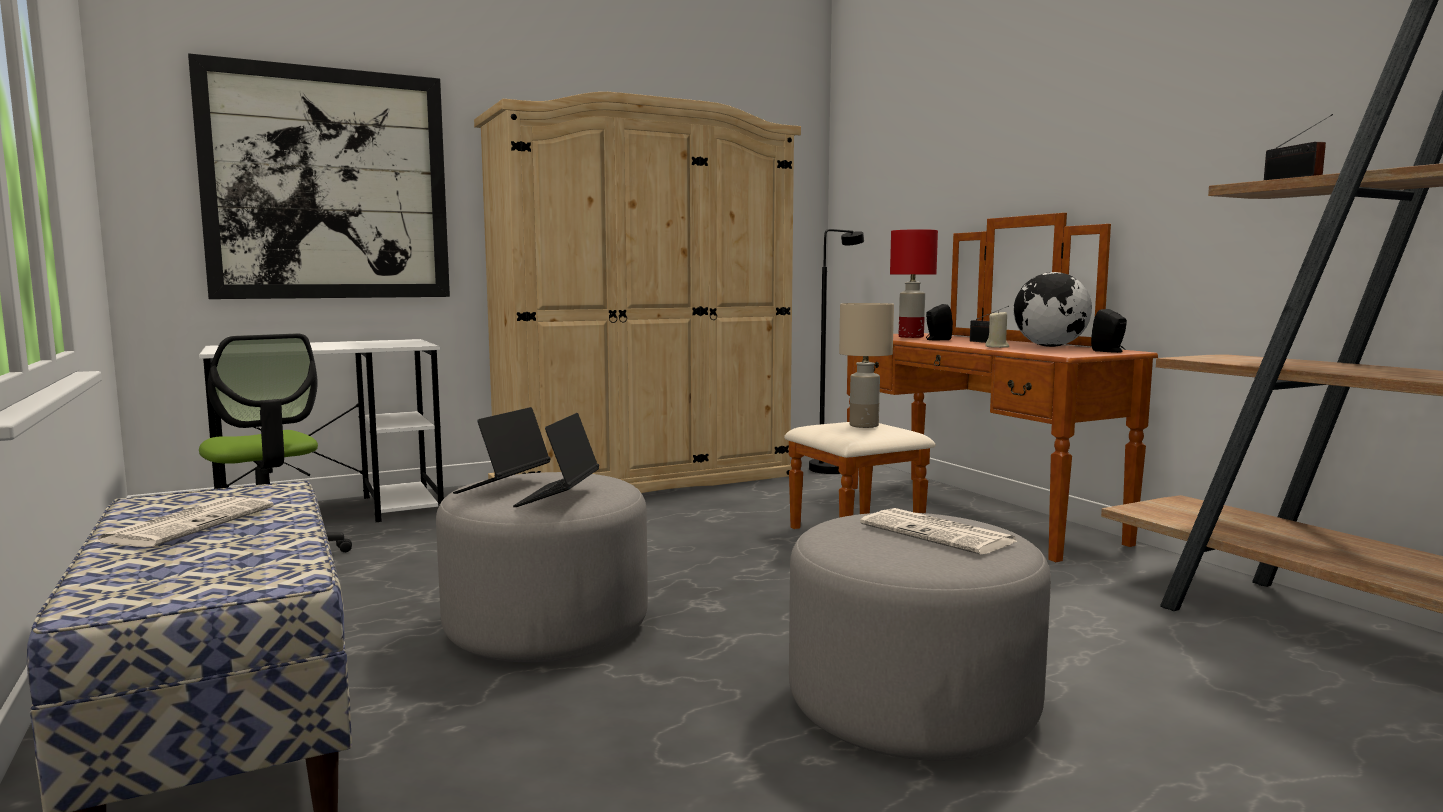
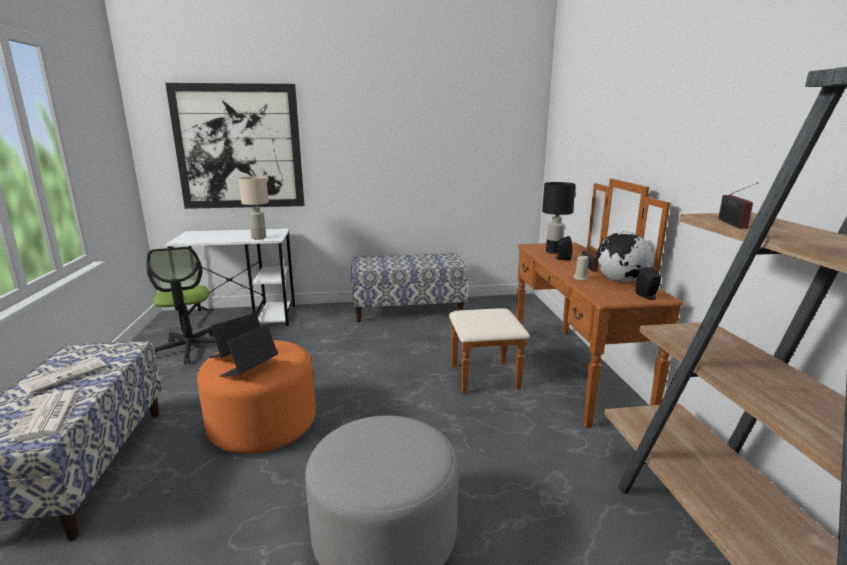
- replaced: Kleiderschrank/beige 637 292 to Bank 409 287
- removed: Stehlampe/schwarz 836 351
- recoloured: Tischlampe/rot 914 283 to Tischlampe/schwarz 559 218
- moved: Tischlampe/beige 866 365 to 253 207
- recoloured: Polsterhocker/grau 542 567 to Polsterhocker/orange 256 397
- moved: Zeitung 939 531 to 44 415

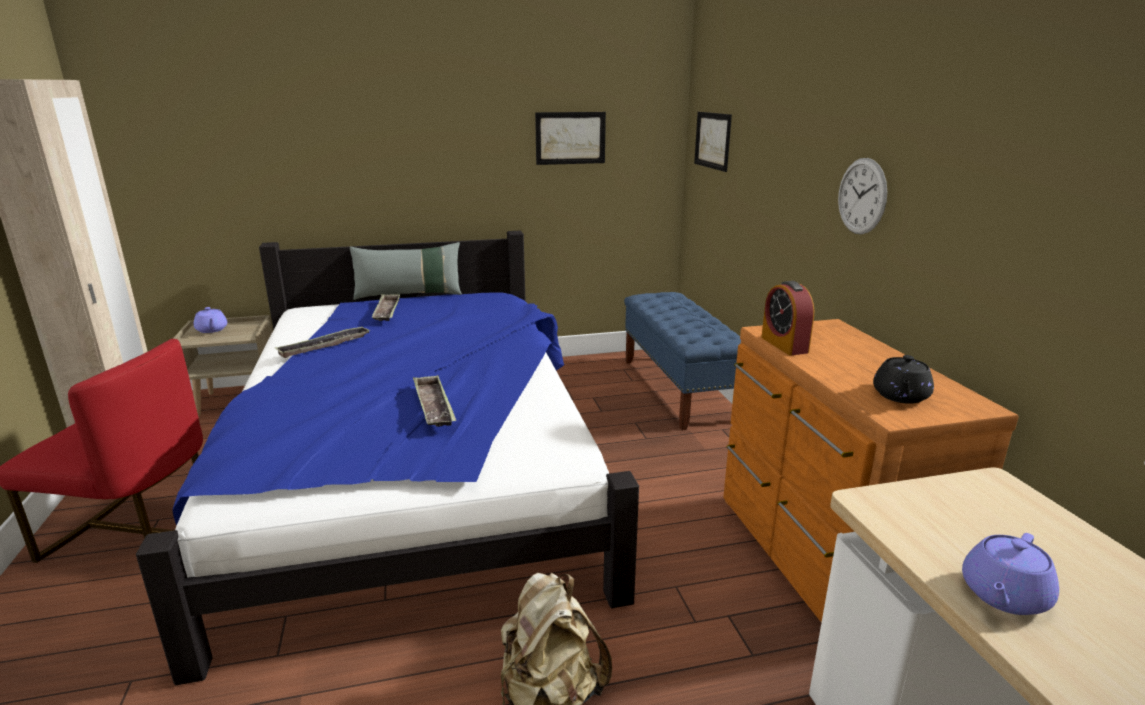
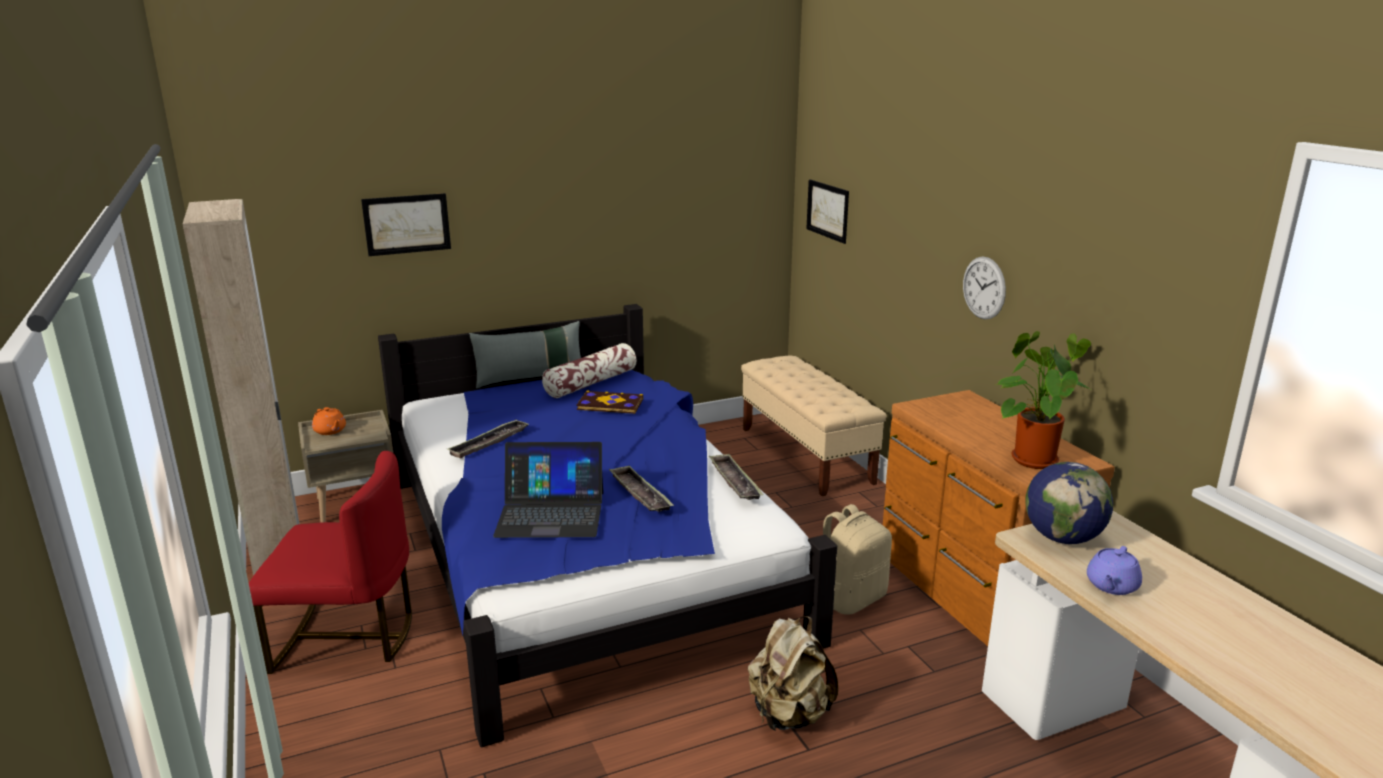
- moved: Bild 570 138 to 406 224
- removed: Wecker 787 318
- recoloured: Bank/blau 682 361 to Bank/beige 814 425
- moved: Tablett 386 307 to 736 477
- recoloured: Teekanne/lila 210 320 to Teekanne/orange 329 421
- replaced: Teekanne/schwarz 903 379 to Topfpflanze 1044 400
- added: Kissen 589 370
- added: Buch 610 402
- added: Laptop 548 490
- added: Globus 1069 503
- added: Rucksack/beige 857 559

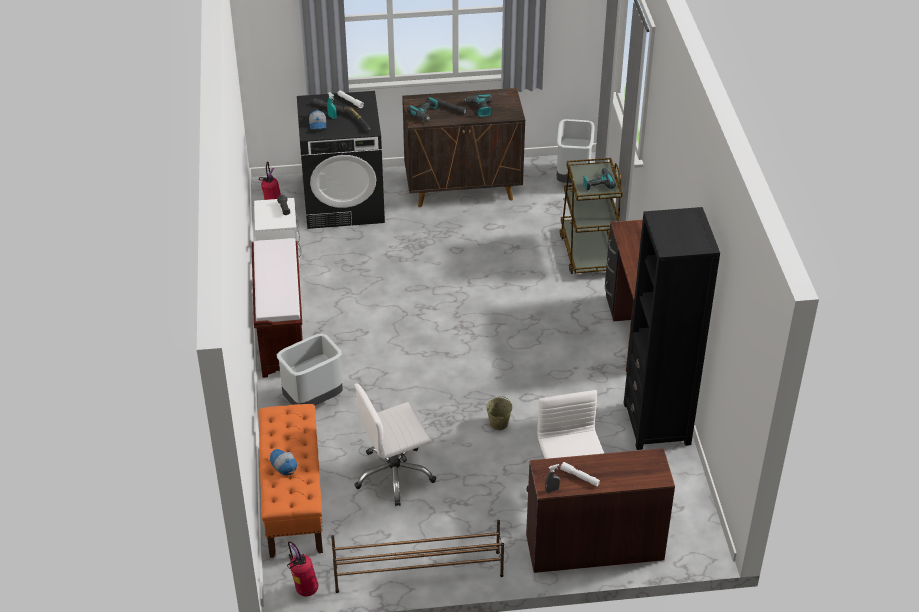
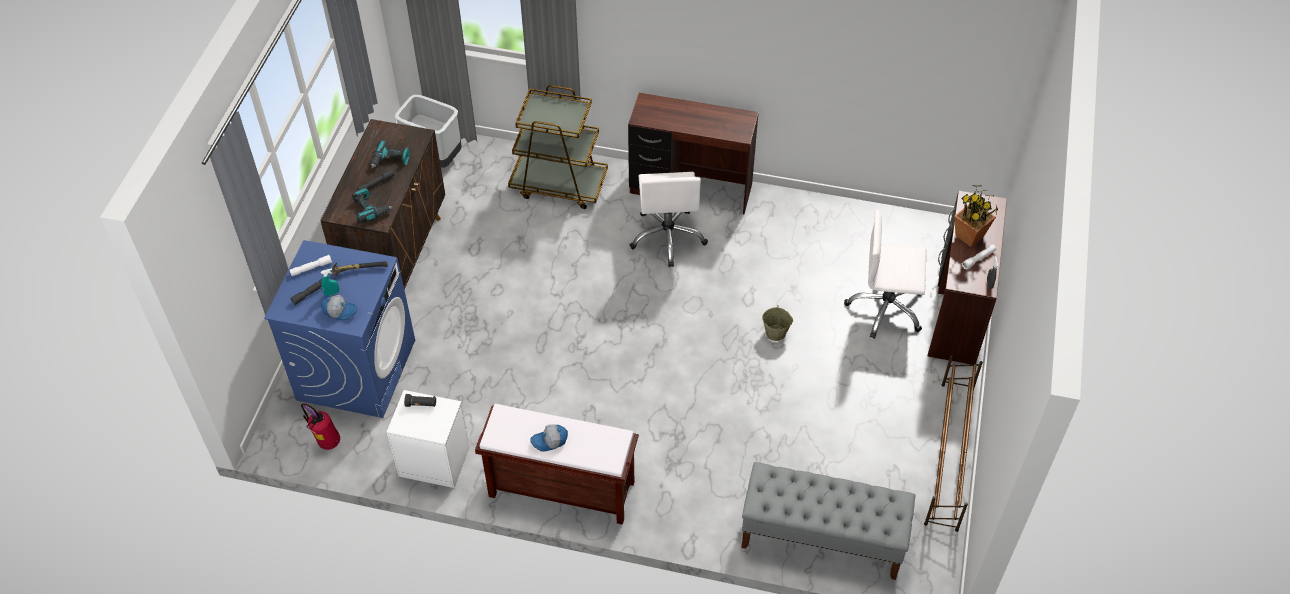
- recoloured: Waschmaschine/schwarz 341 160 to Waschmaschine/blau 339 329
- removed: Bohrmaschine 599 179
- removed: Bücherregal/schwarz 672 328
- removed: Mülleimer/grau 309 369
- moved: Bürostuhl/weiß 395 445 to 669 219
- recoloured: Bank/orange 291 481 to Bank/grau 828 521
- moved: Kappe 283 462 to 549 438
- removed: Feuerlöscher 303 568
- added: Topfpflanze 976 216

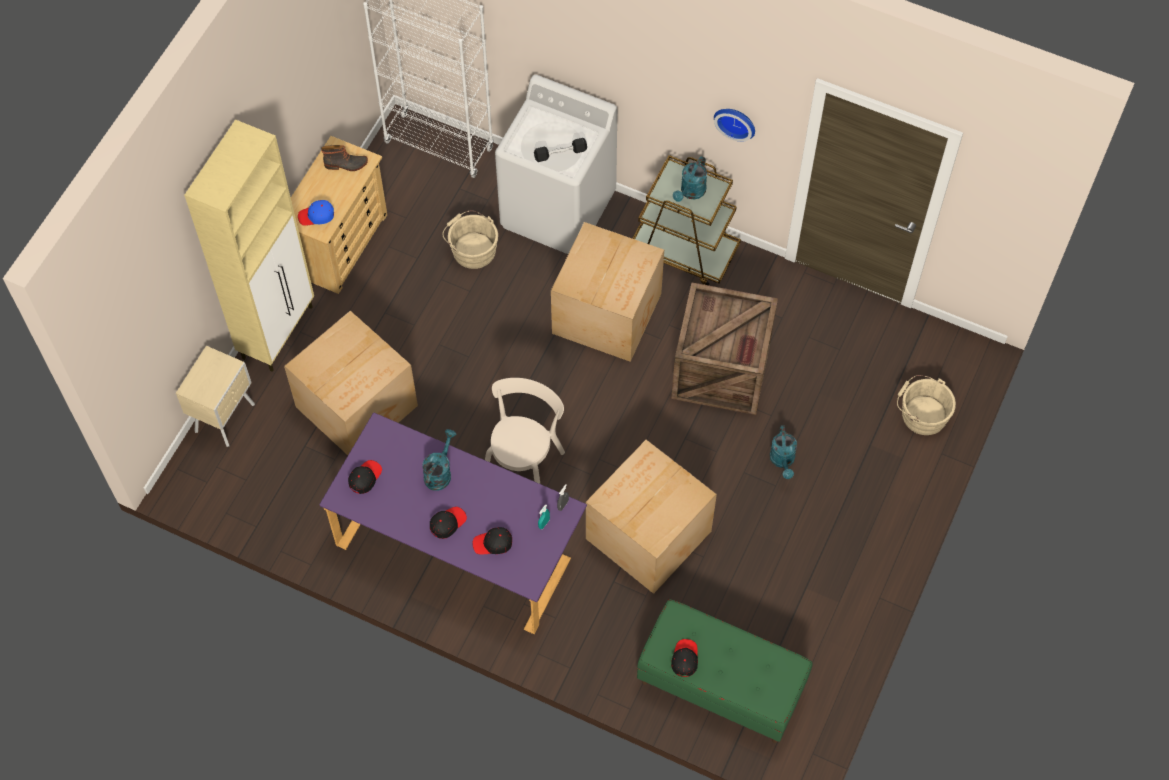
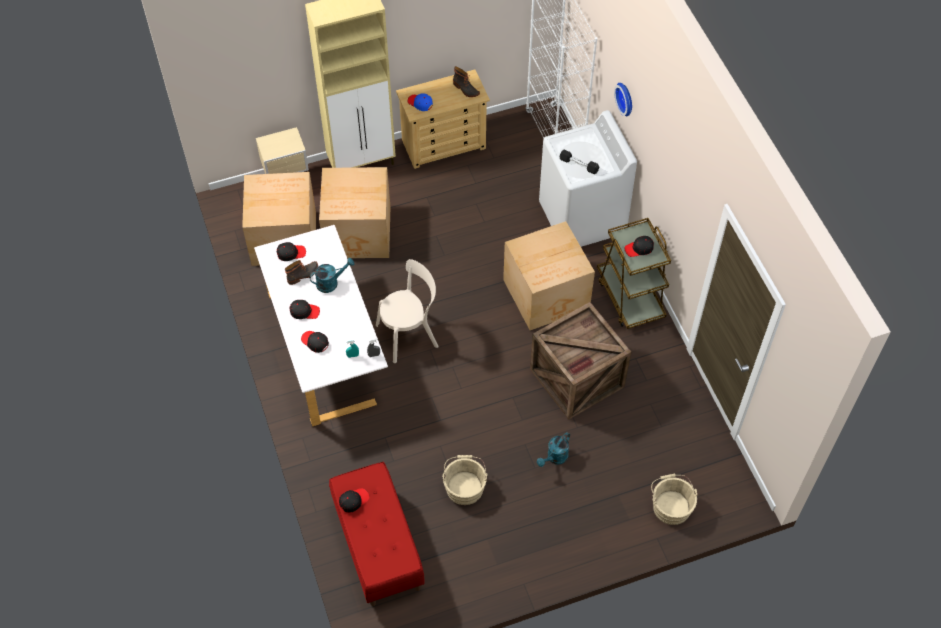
- moved: Wanduhr 734 125 to 623 99
- replaced: Gießkanne/türkis 690 179 to Kappe/schwarz 639 246
- moved: Eimer/beige 470 239 to 465 480
- recoloured: Schreibtisch/lila 453 523 to Schreibtisch/weiß 321 325
- moved: Karton 651 516 to 279 219
- recoloured: Bank/grün 725 671 to Bank/rot 377 534
- added: Stiefel 301 272

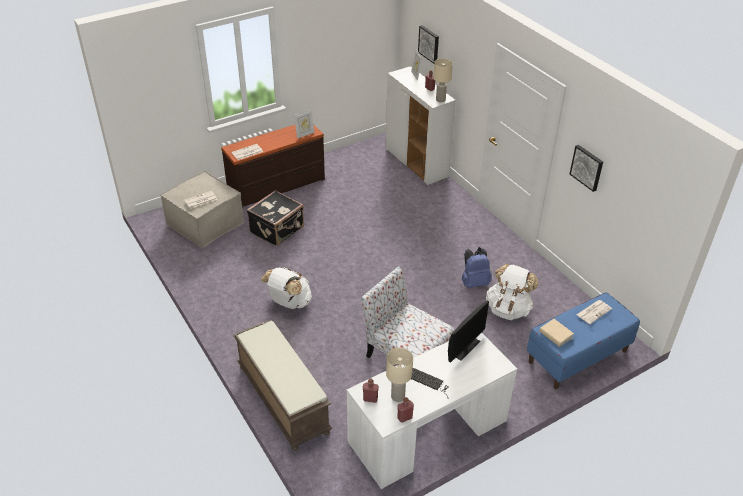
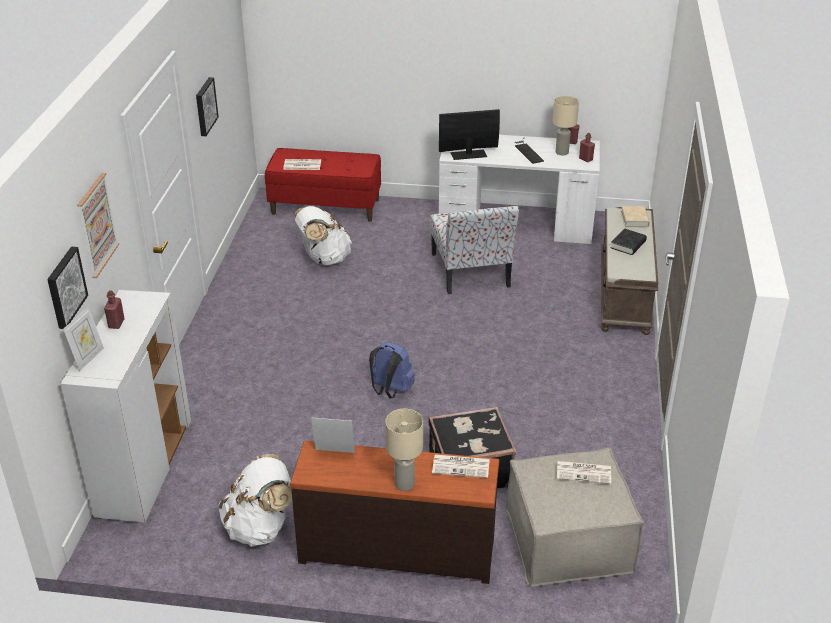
- moved: Tischlampe/beige 443 80 to 404 450
- moved: Rucksack/blau 477 267 to 392 370
- moved: Rucksack/weiß 286 288 to 255 500
- recoloured: Bank/blau 583 341 to Bank/rot 323 185
- moved: Buch/beige 556 333 to 635 216
- added: Bild 98 225
- added: Buch/schwarz 629 241

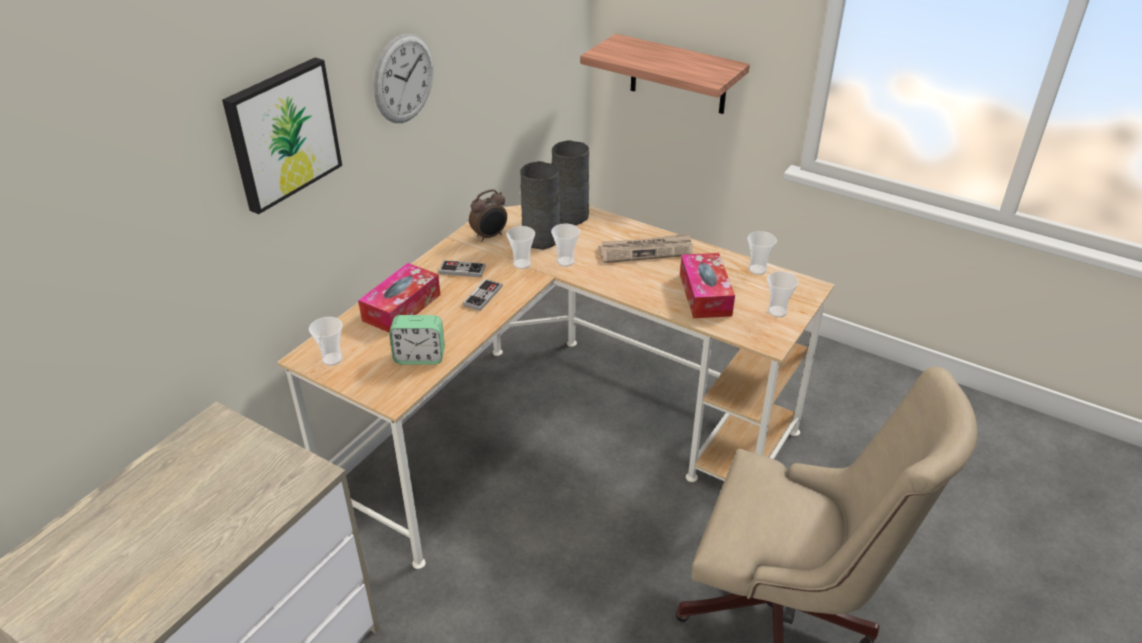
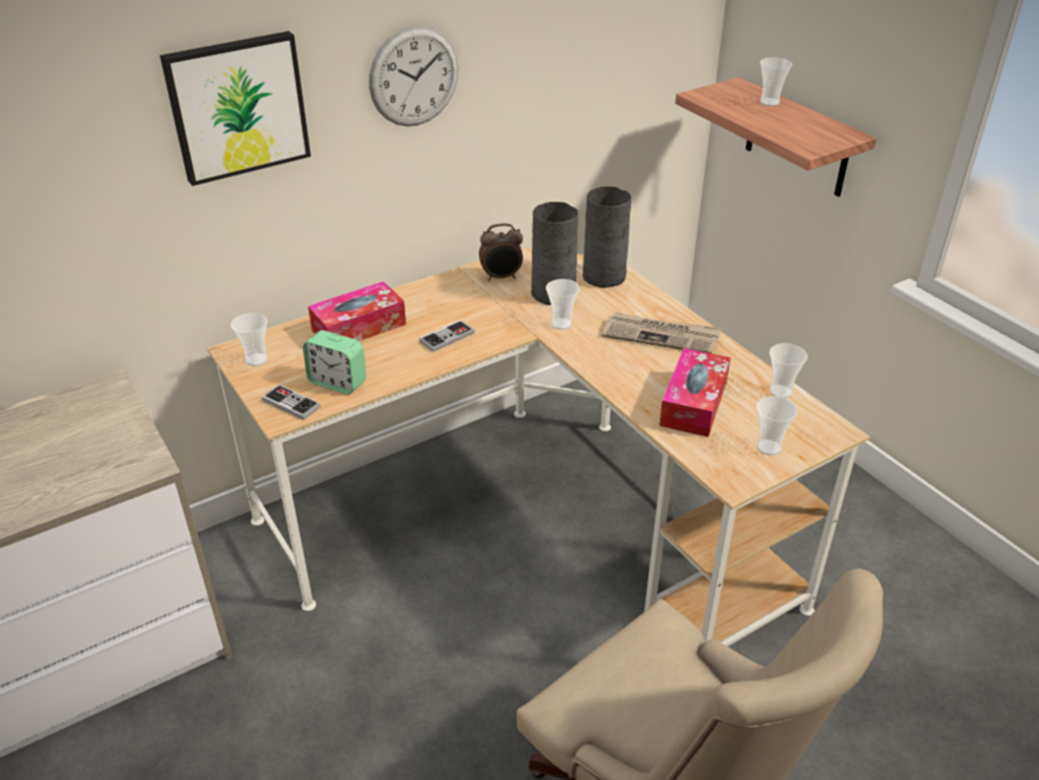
- moved: Tasse 520 247 to 776 81
- moved: Gamepad 462 268 to 291 402

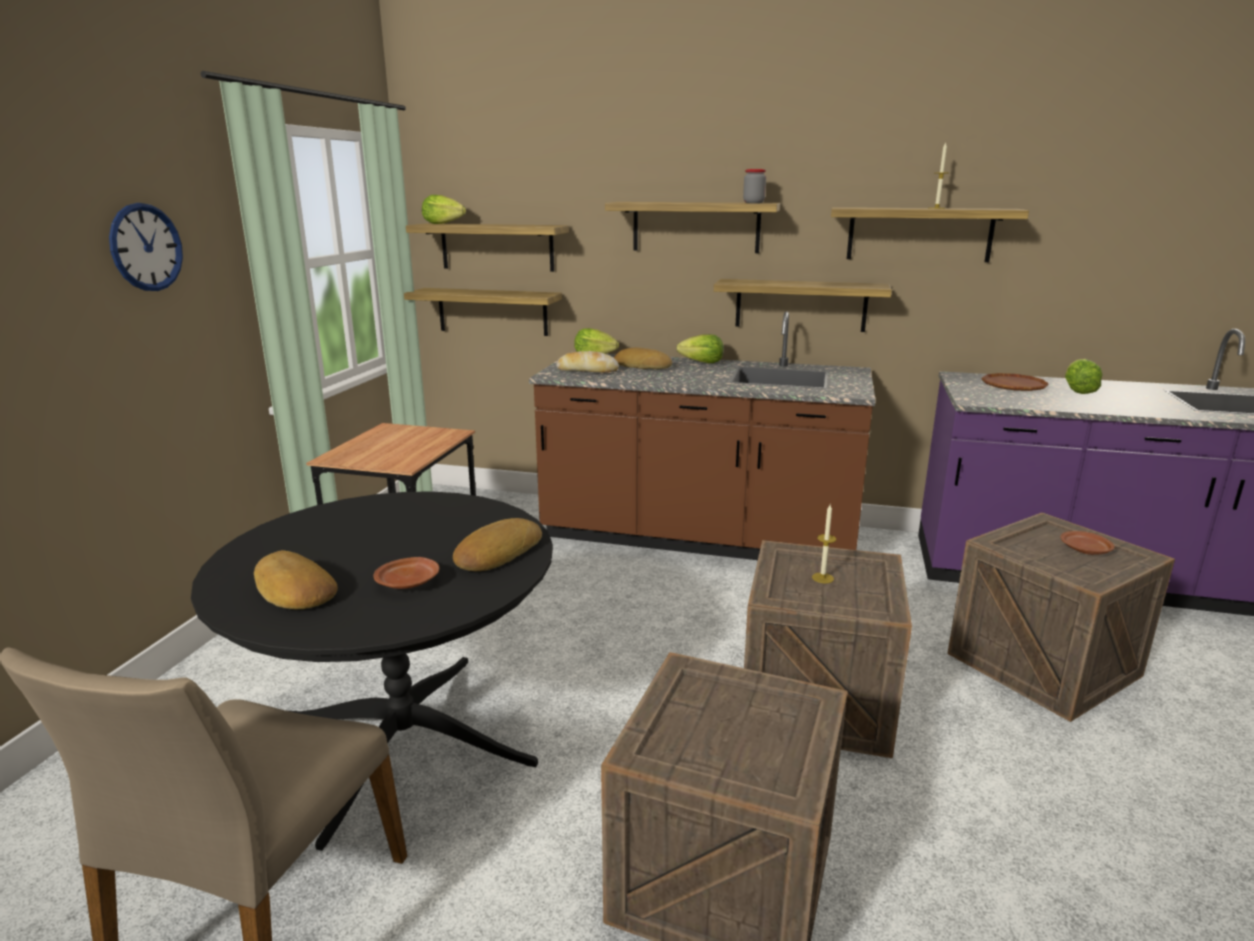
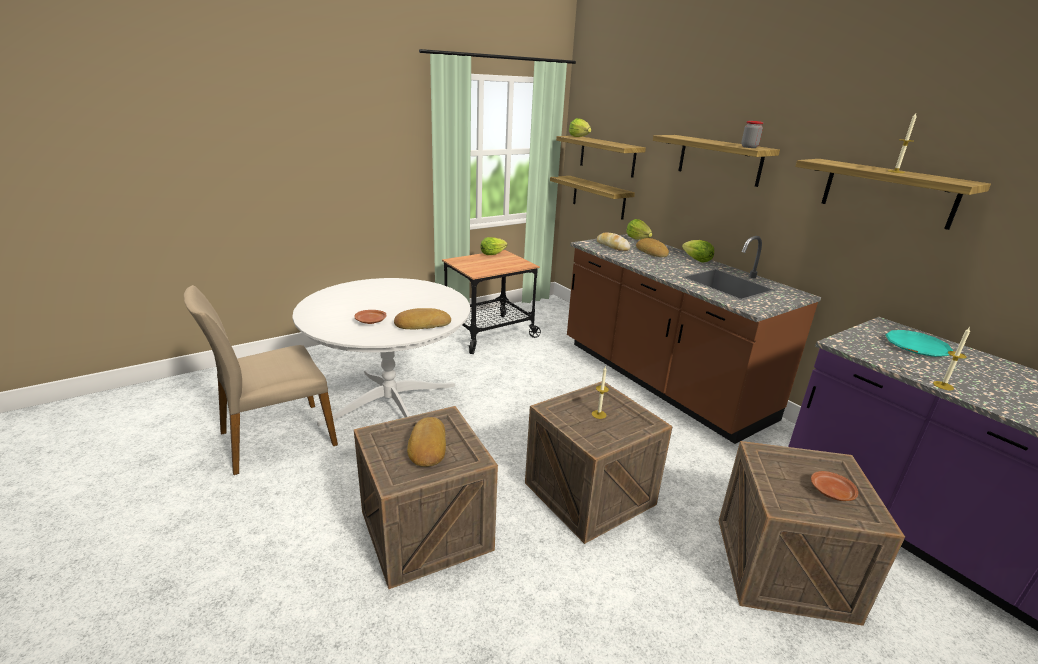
- removed: Wanduhr 146 247
- removed: Wandregal 803 305
- moved: Salatkopf 1084 376 to 494 246
- recoloured: Teller/braun 1015 382 to Teller/türkis 919 343
- recoloured: Esstisch/schwarz 372 671 to Esstisch/weiß 381 352
- moved: Brot 296 579 to 426 442
- added: Kerze 951 359

